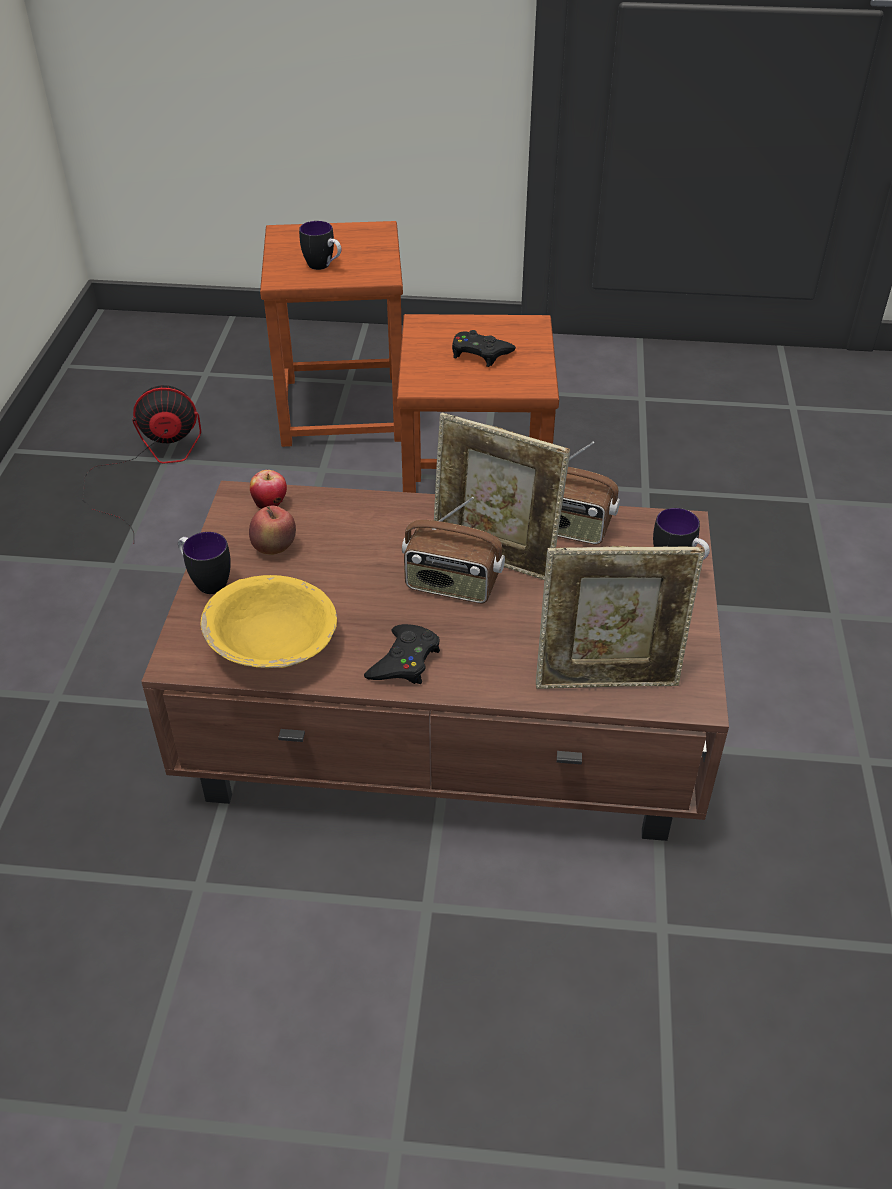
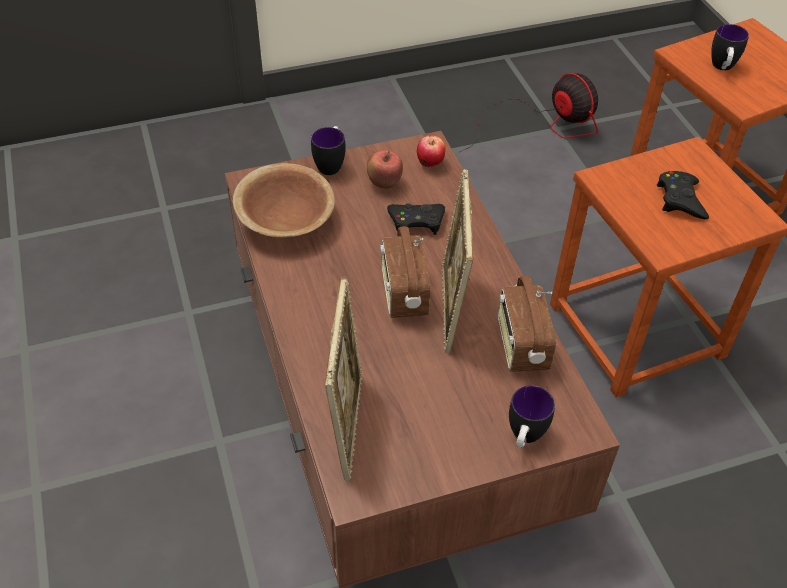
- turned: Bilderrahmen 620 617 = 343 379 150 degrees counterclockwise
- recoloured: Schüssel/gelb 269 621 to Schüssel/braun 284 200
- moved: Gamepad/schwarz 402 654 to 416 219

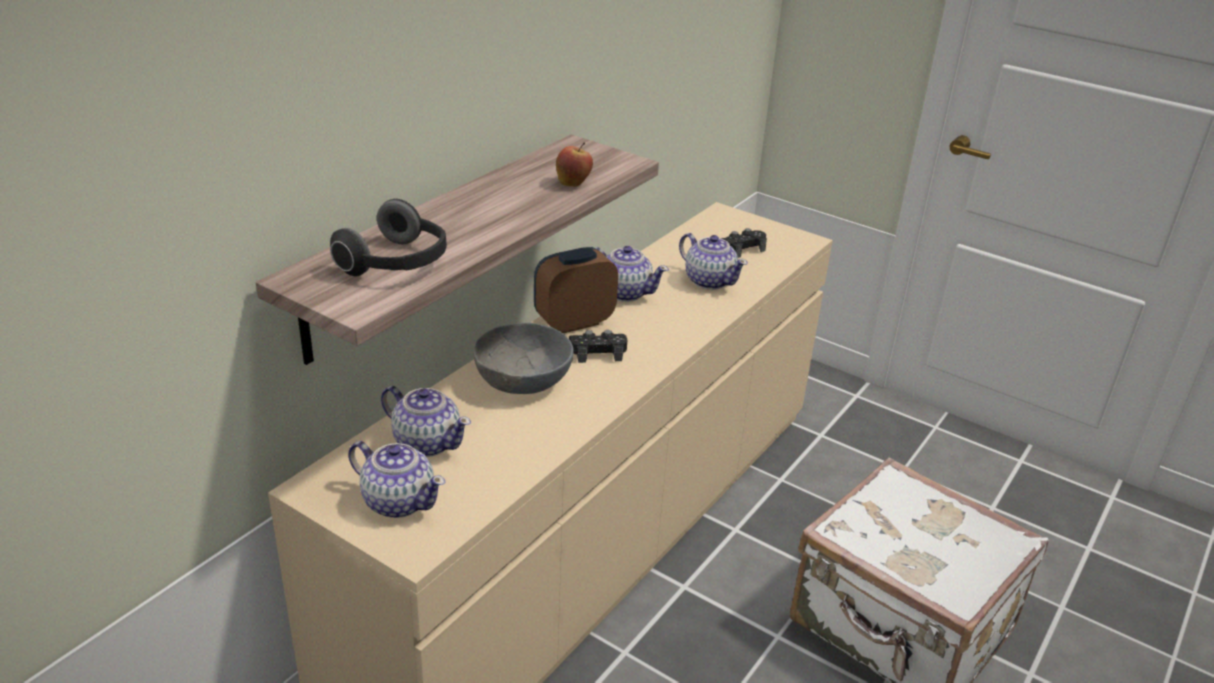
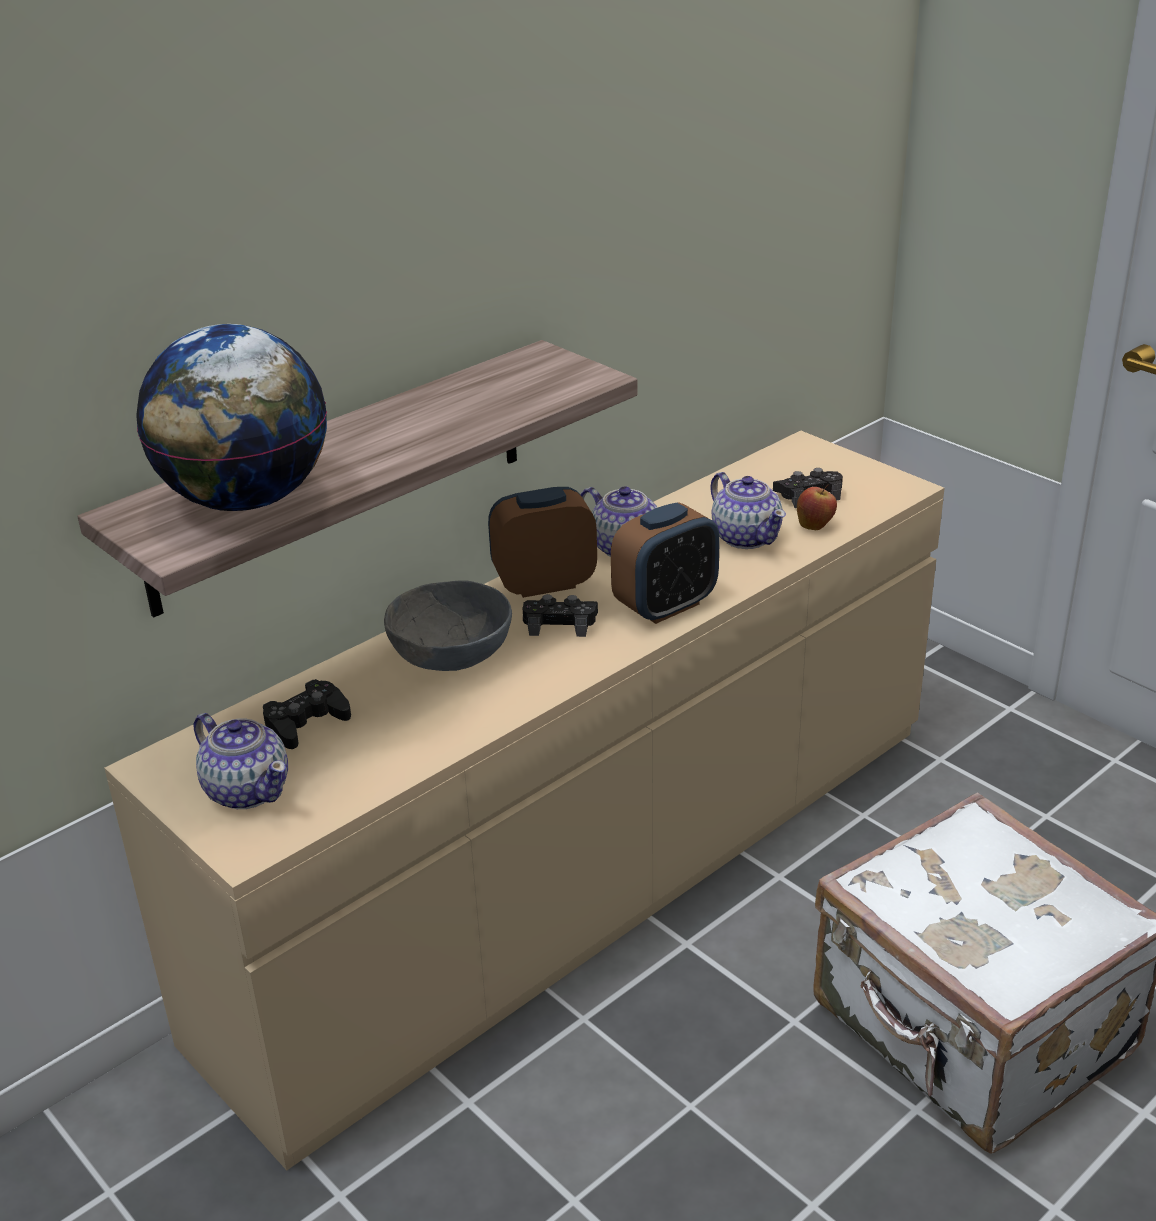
- moved: Apfel 574 165 to 817 507
- replaced: Kopfhörer 388 237 to Globus 231 417
- replaced: Teekanne 426 421 to Gamepad/schwarz 307 714
- added: Wecker 665 563

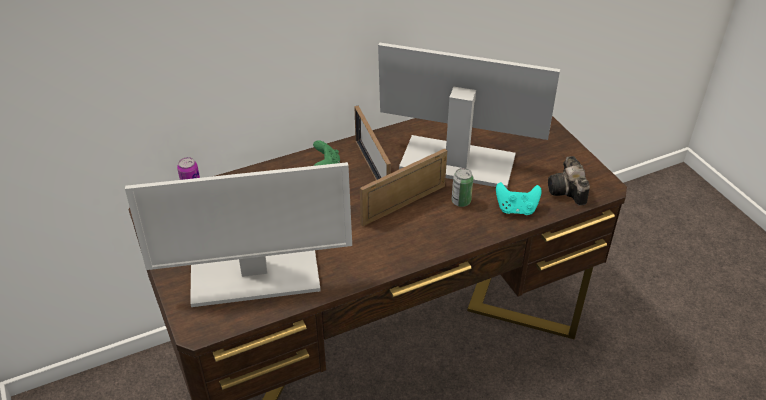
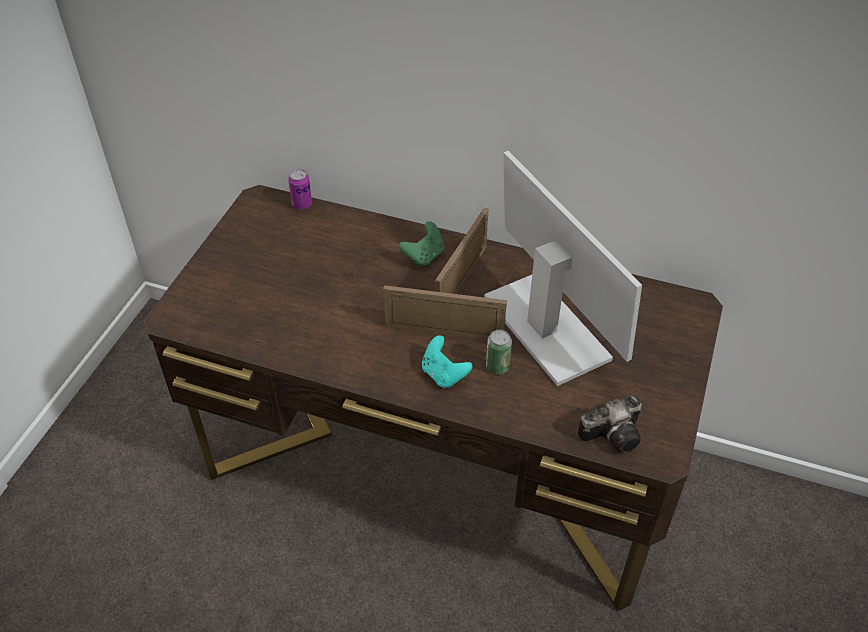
- turned: Kamera 569 181 = 610 424 150 degrees counterclockwise
- removed: Monitor 238 234
- moved: Gamepad/türkis 519 198 to 447 361

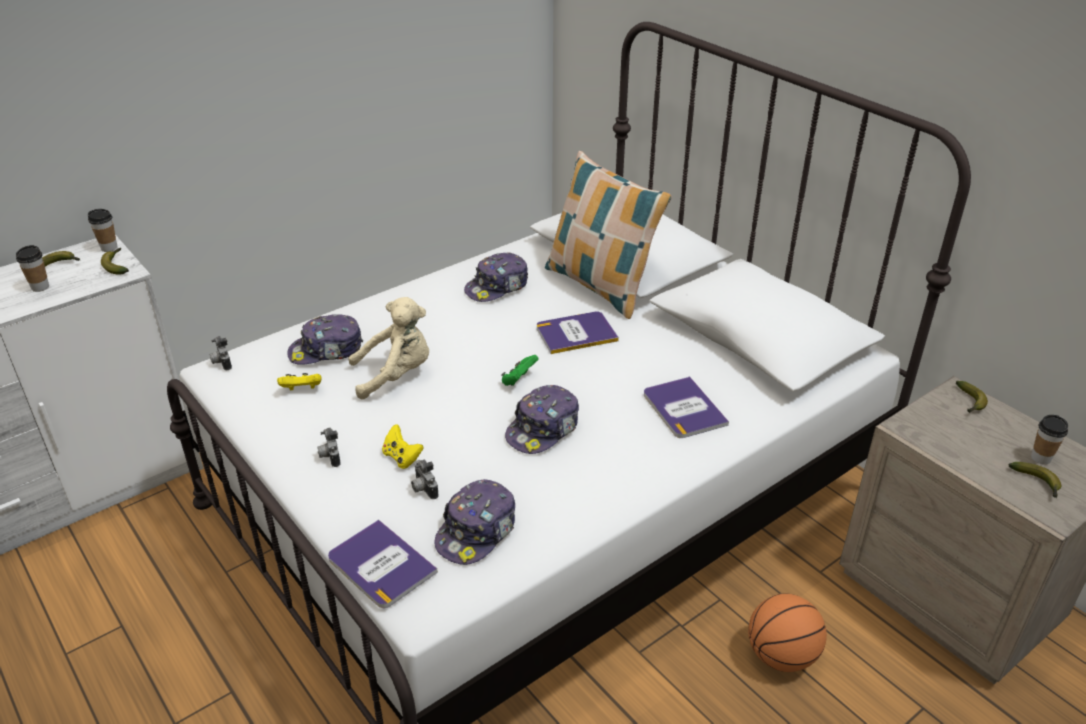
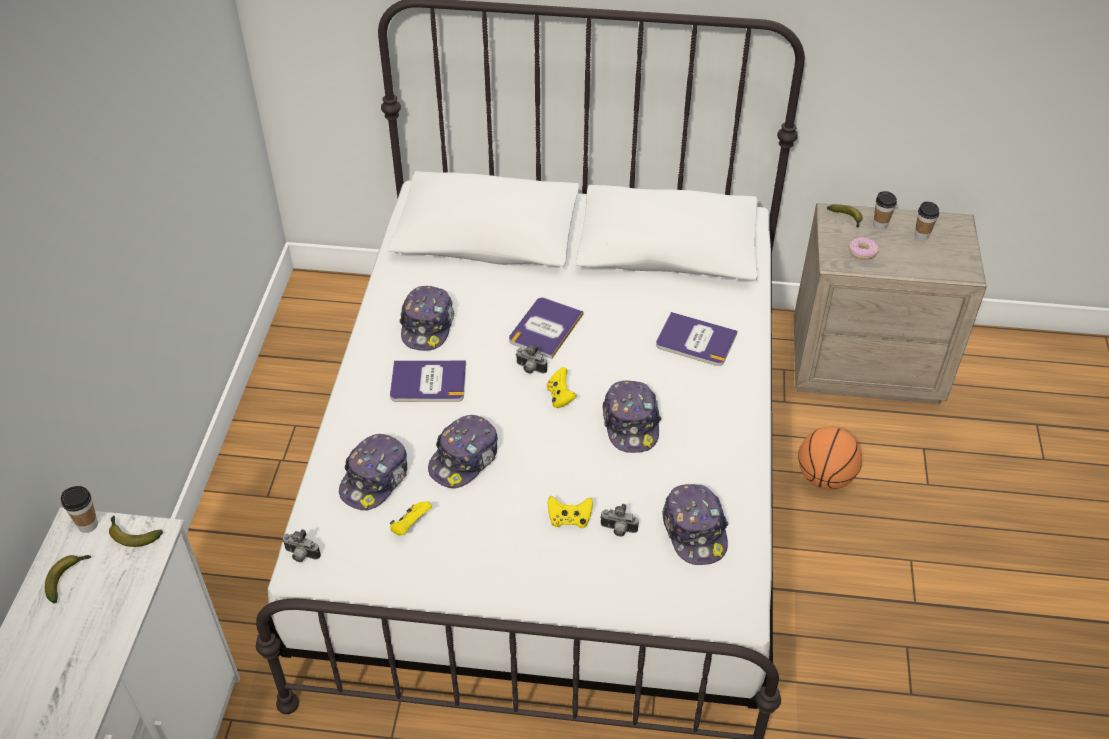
- removed: Kissen 608 235
- moved: Tasse 32 268 to 885 210
- replaced: Plüschtier/beige 388 348 to Kappe 463 451
- recoloured: Gamepad/grün 520 370 to Gamepad/gelb 562 387
- moved: Kamera 329 447 to 531 359
- removed: Banane 1035 480
- moved: Buch 383 563 to 428 381
- added: Donut 864 248

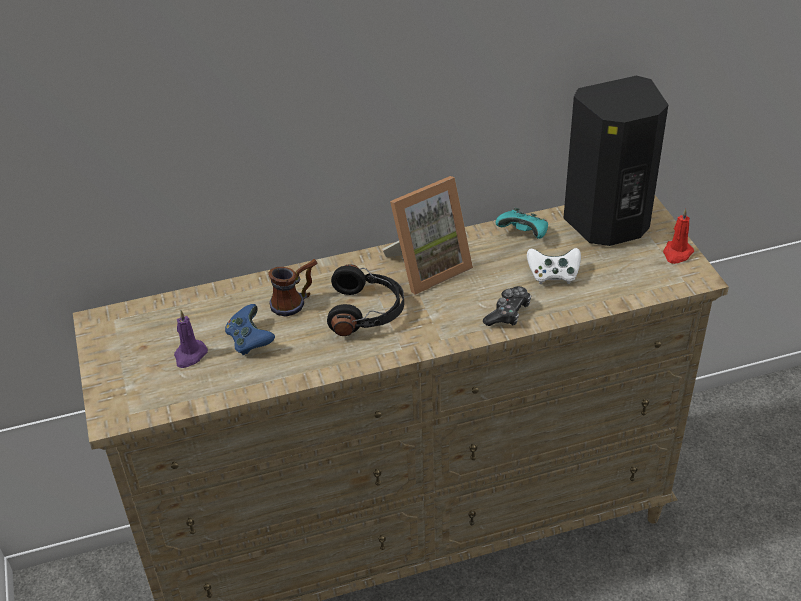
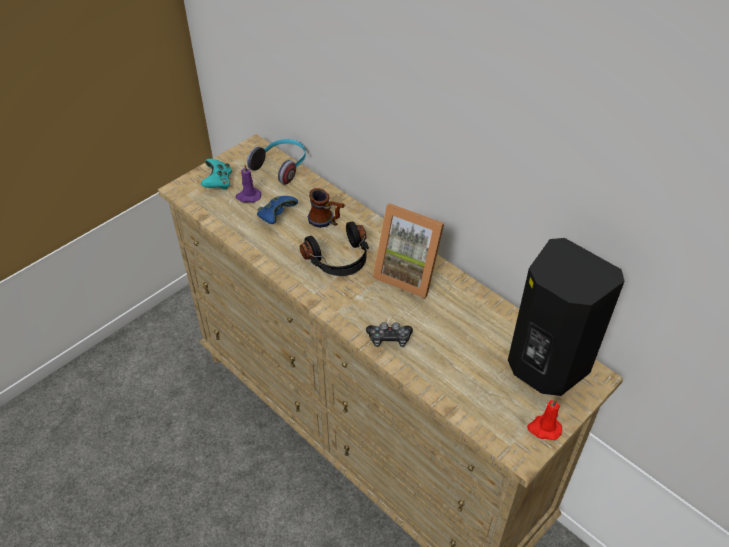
- moved: Gamepad/türkis 521 223 to 216 174
- removed: Gamepad/weiß 554 266
- added: Kopfhörer 276 162

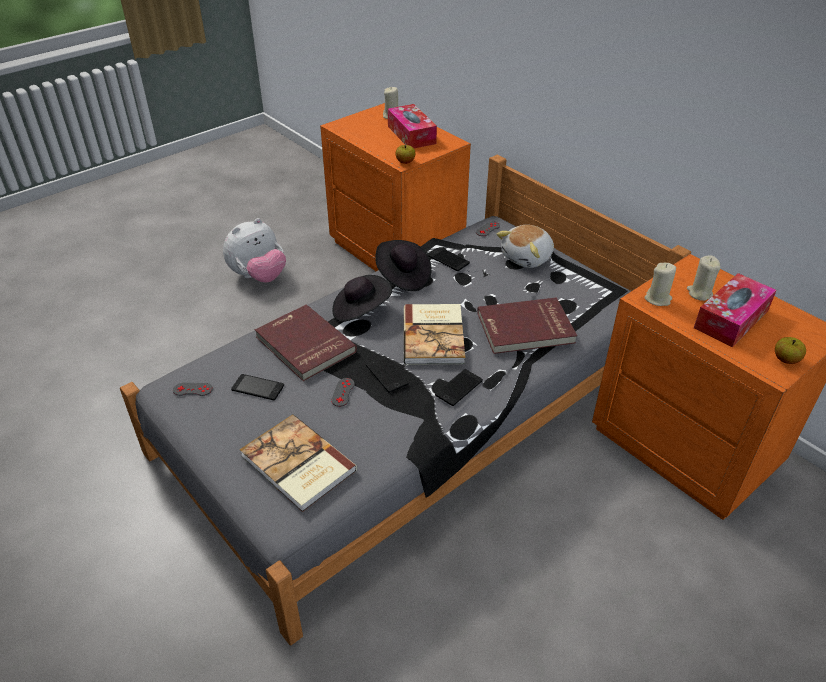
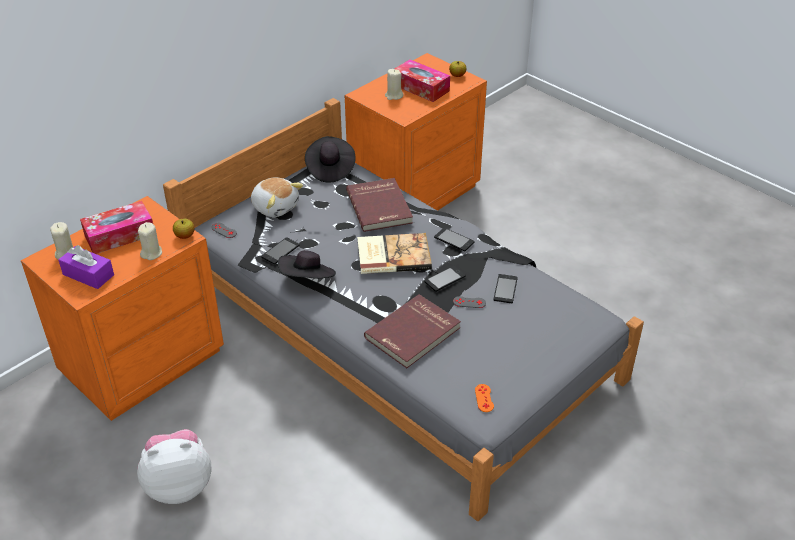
- turned: Plüschtier 254 250 = 174 466 60 degrees counterclockwise
- moved: Kerze/beige 660 284 to 150 241
- moved: Hut/schwarz 362 298 to 330 159
- moved: Handy 257 387 to 505 288
- recoloured: Gamepad/grau 193 389 to Gamepad/orange 484 398
- removed: Buch 298 463
- added: Taschentuchbox/lila 86 267

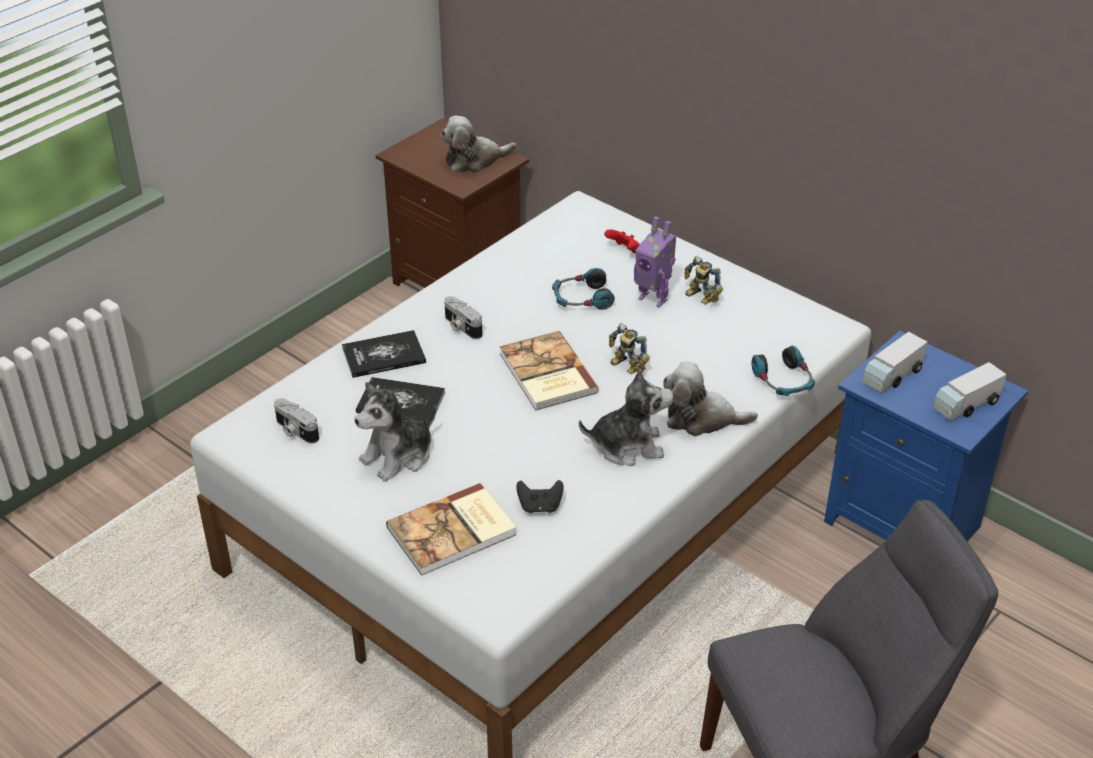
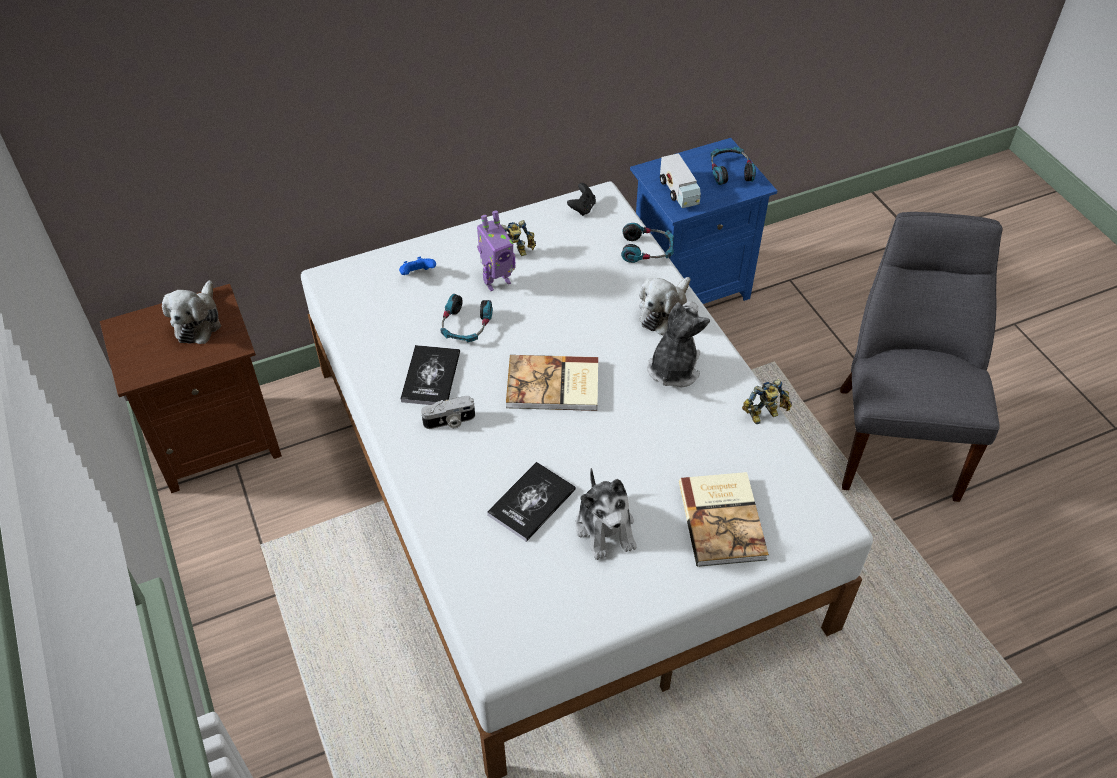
- recoloured: Gamepad/rot 622 241 to Gamepad/blau 417 266
- moved: Spielzeugroboter 629 348 to 767 401
- moved: Buch 384 354 to 430 375
- replaced: Spielzeuglaster 970 391 to Kopfhörer 733 166
- removed: Kamera 296 421
- moved: Gamepad/schwarz 540 496 to 581 199

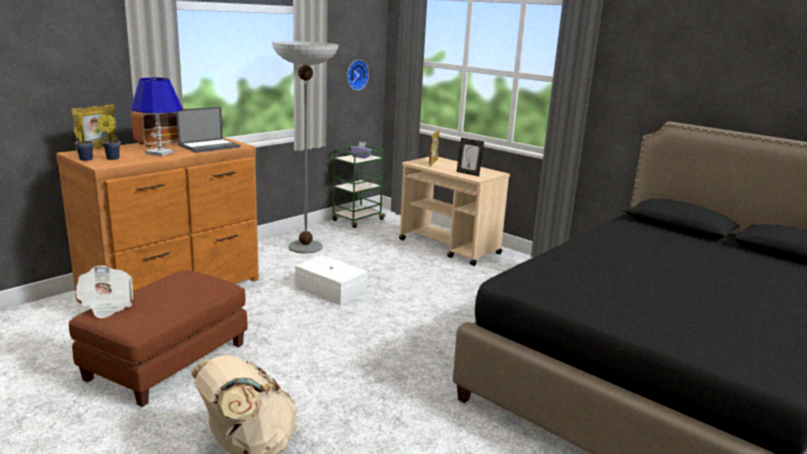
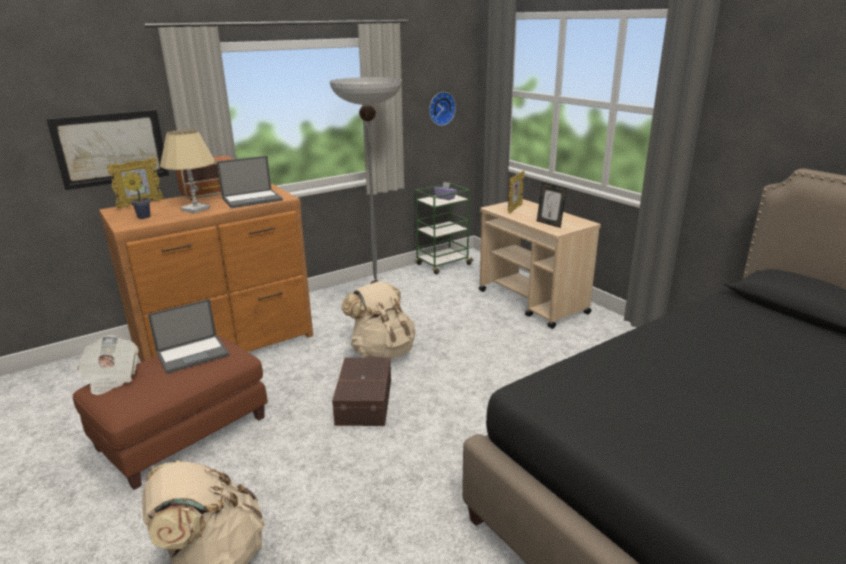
- recoloured: Tischlampe/blau 157 116 to Tischlampe/beige 187 171
- removed: Topfpflanze 84 137
- replaced: Aufbewahrungsbox/weiß 331 280 to Rucksack/beige 379 320
- added: Bild 107 150
- added: Laptop 188 336
- added: Aufbewahrungsbox/braun 361 391

